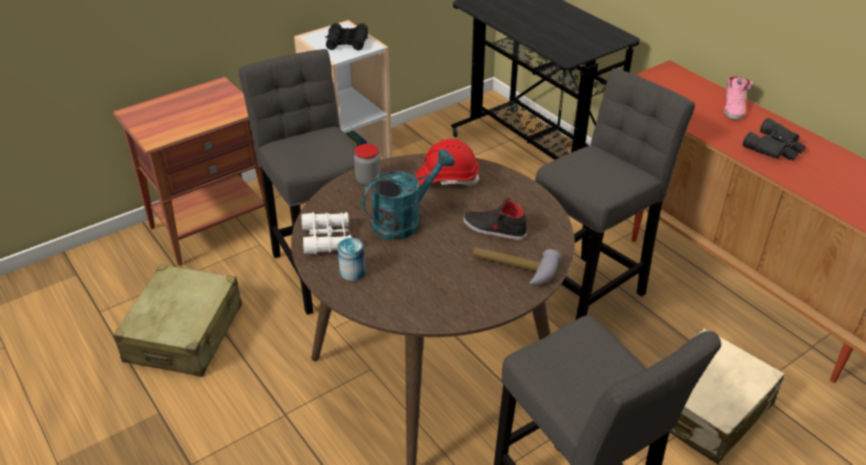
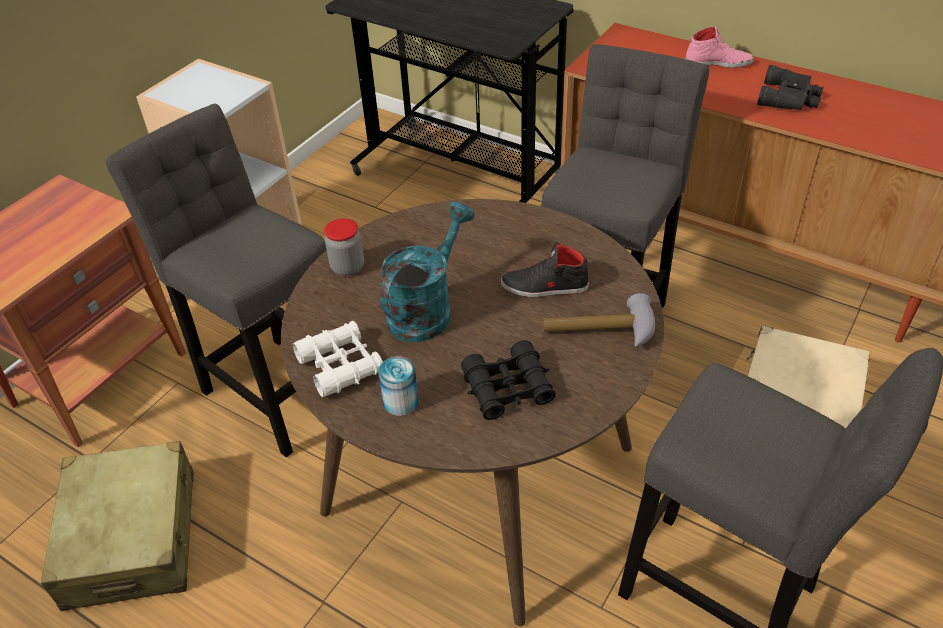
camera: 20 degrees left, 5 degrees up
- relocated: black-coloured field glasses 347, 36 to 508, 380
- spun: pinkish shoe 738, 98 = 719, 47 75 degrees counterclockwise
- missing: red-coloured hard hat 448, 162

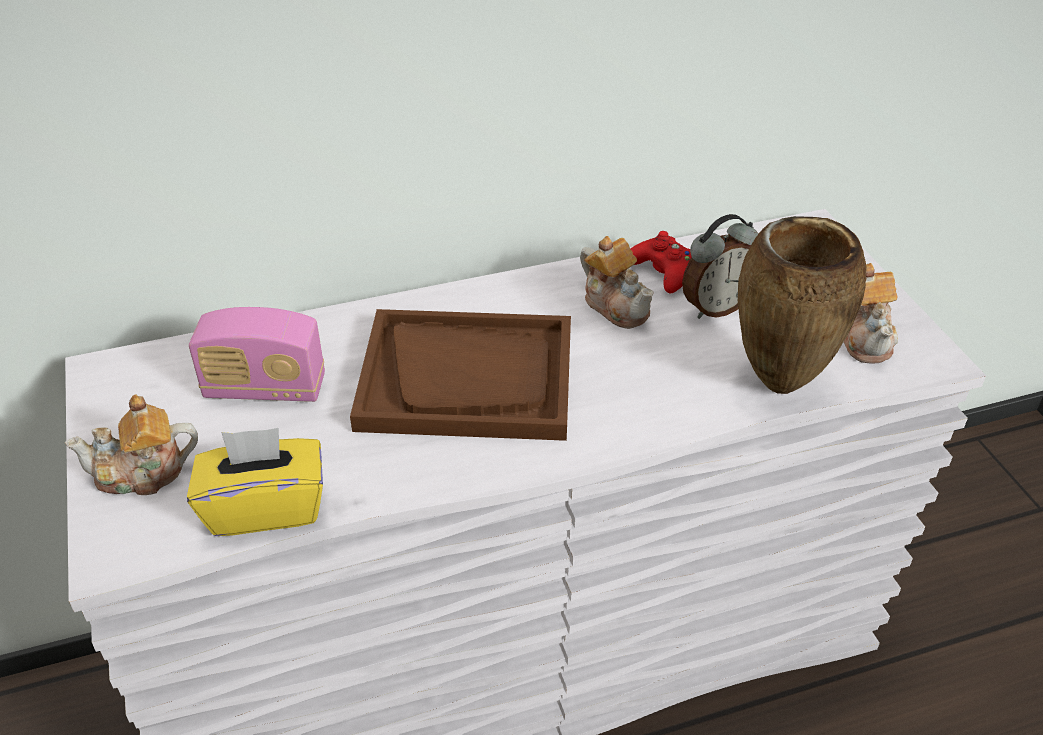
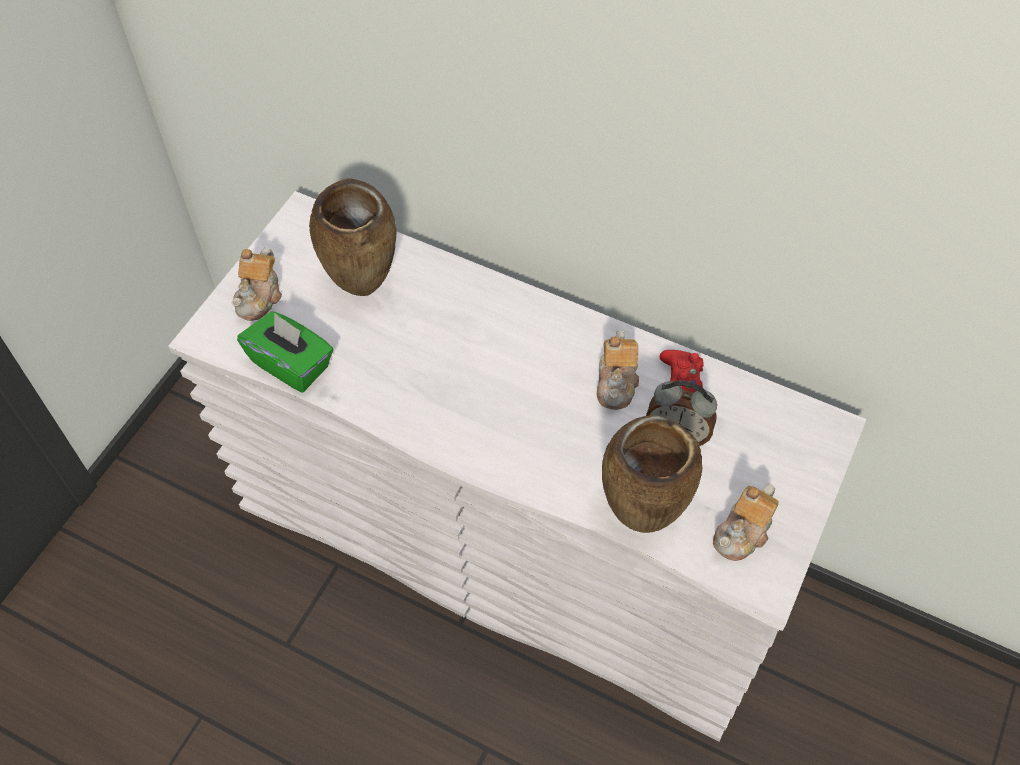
camera: 45 degrees right, 15 degrees up
- exchanged: radio receiver 257, 354 to brown decorative vase 353, 237
- missing: brown serving tray 460, 375
- spun: tea pot 131, 445 = 257, 284 105 degrees counterclockwise
- colour: yellow-coloured box of tissues 255, 482 to green-coloured box of tissues 285, 352

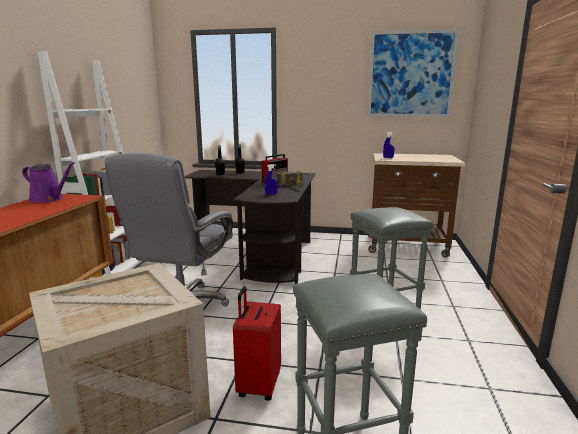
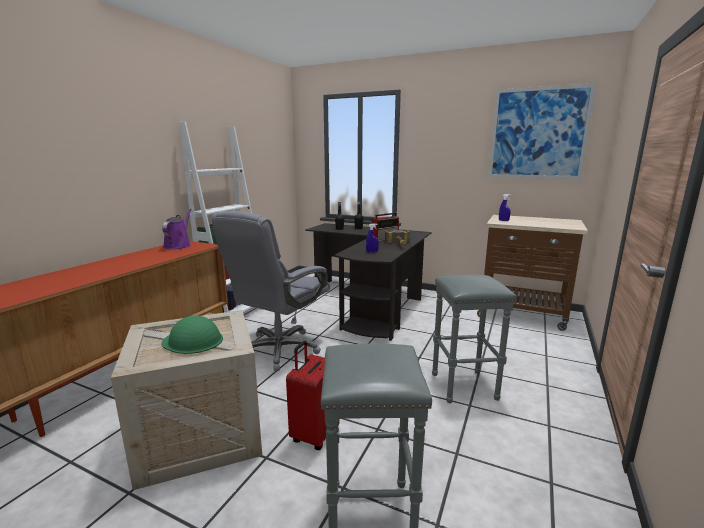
camera: 15 degrees right, 0 degrees up
- spun: purple watering pot 48, 182 = 177, 229 120 degrees counterclockwise
- appeared: green-coloured hard hat 192, 334

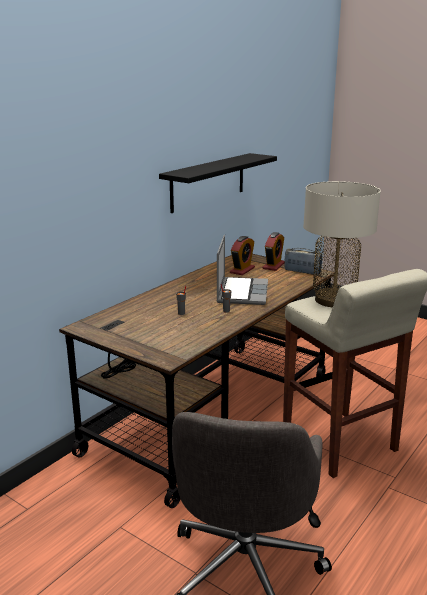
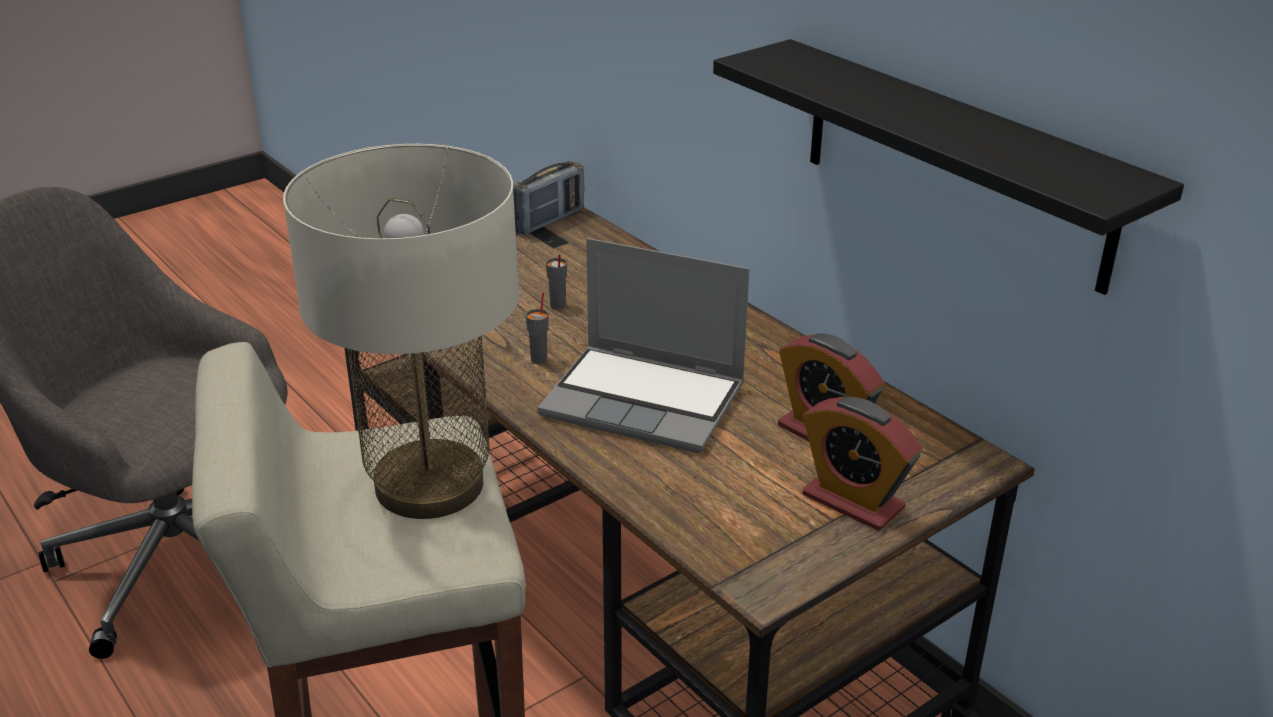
camera: 105 degrees right, 10 degrees up
- relocated: radio receiver 303, 261 to 548, 198

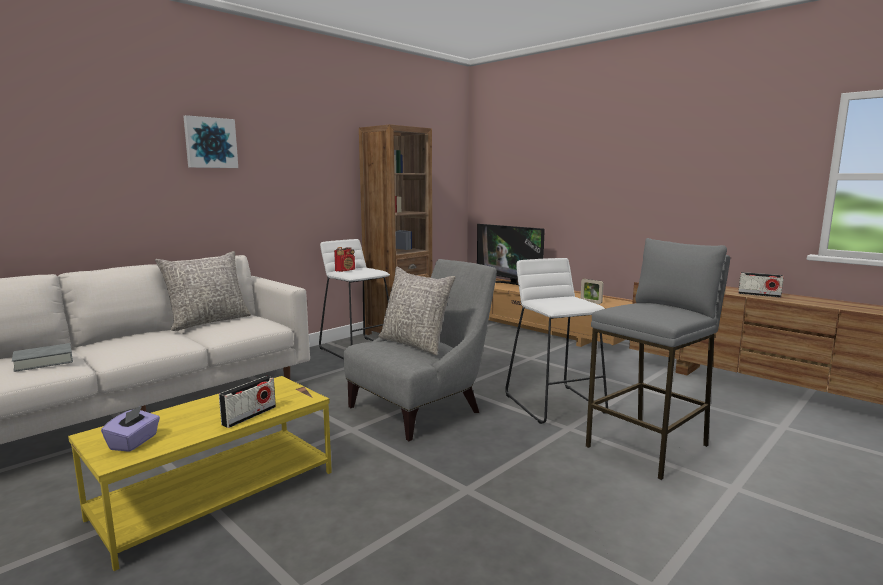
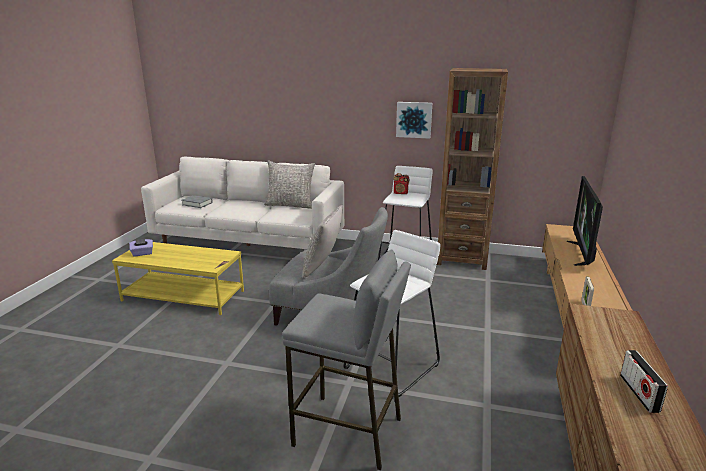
camera: 60 degrees right, 10 degrees up
- relocated: wall art 210, 141 to 414, 120
- missing: radio receiver 247, 402

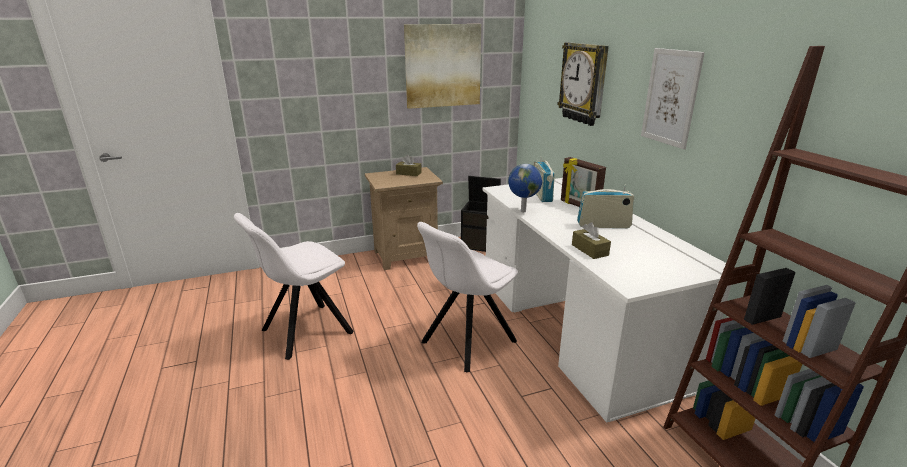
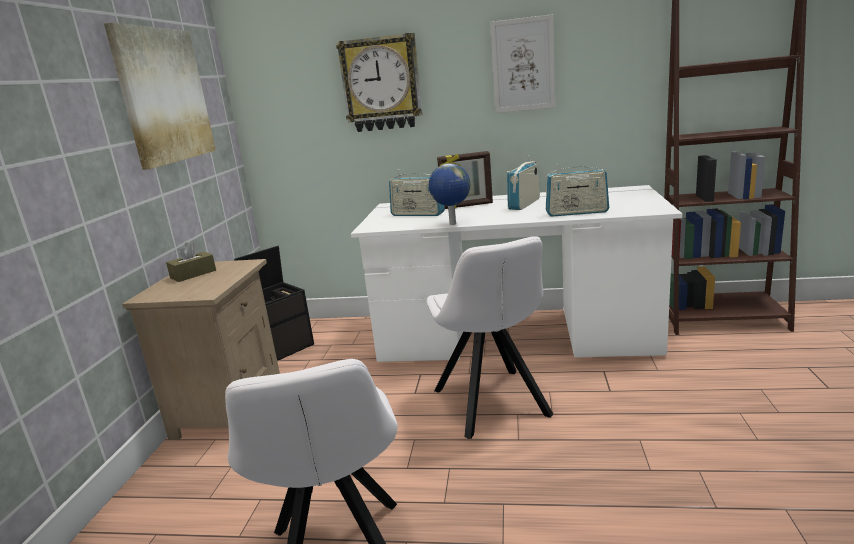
camera: 60 degrees left, 5 degrees down
- exchanged: brown box of tissues 591, 240 to radio receiver 577, 190

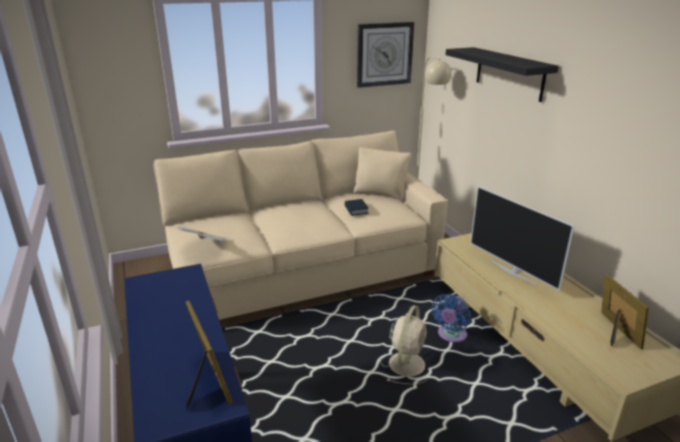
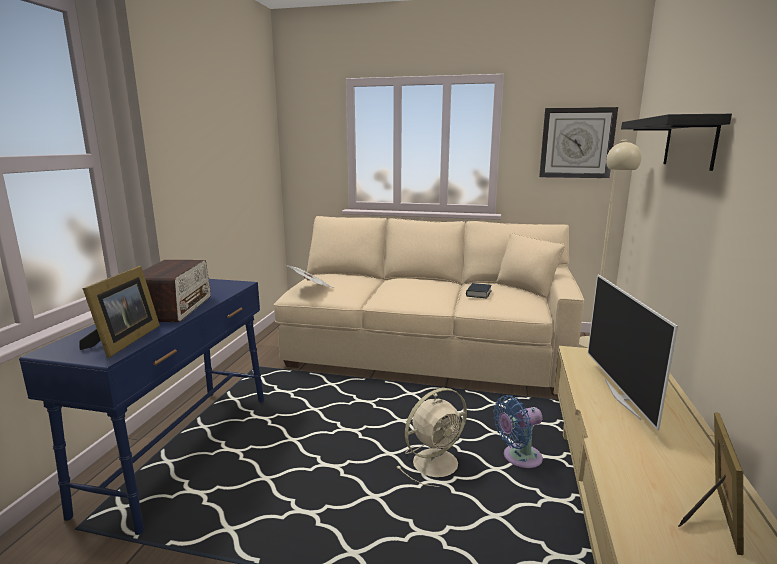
camera: 35 degrees right, 10 degrees down
- appeared: radio receiver 177, 291

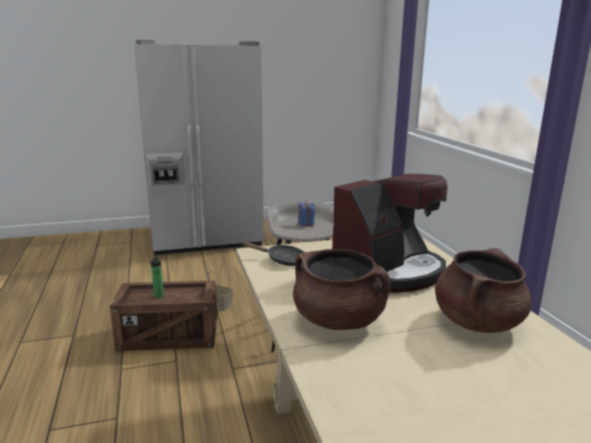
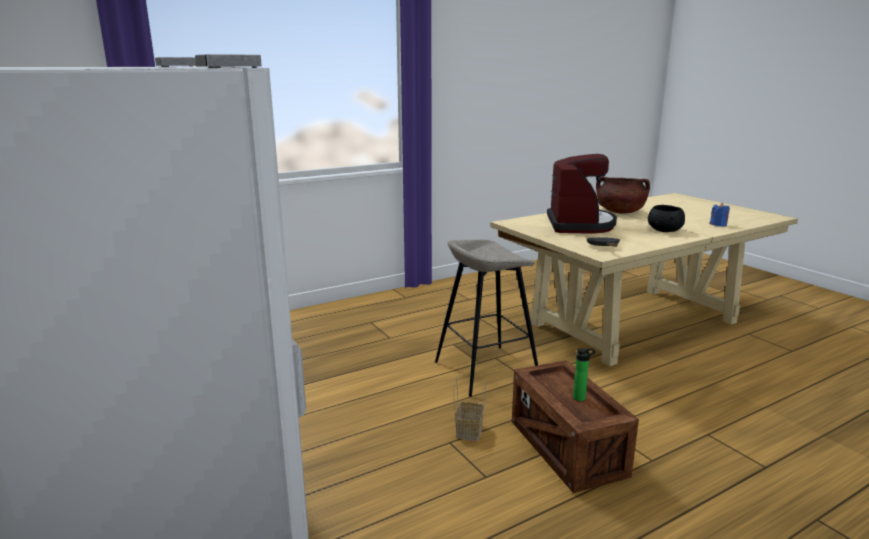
camera: 105 degrees left, 0 degrees up
- spun: coffee brewer 390, 233 = 582, 194 60 degrees clockwise
- relocated: blue candle 306, 214 to 720, 215
- exchanged: brown stockpot 342, 289 to black-coloured serving bowl 666, 218

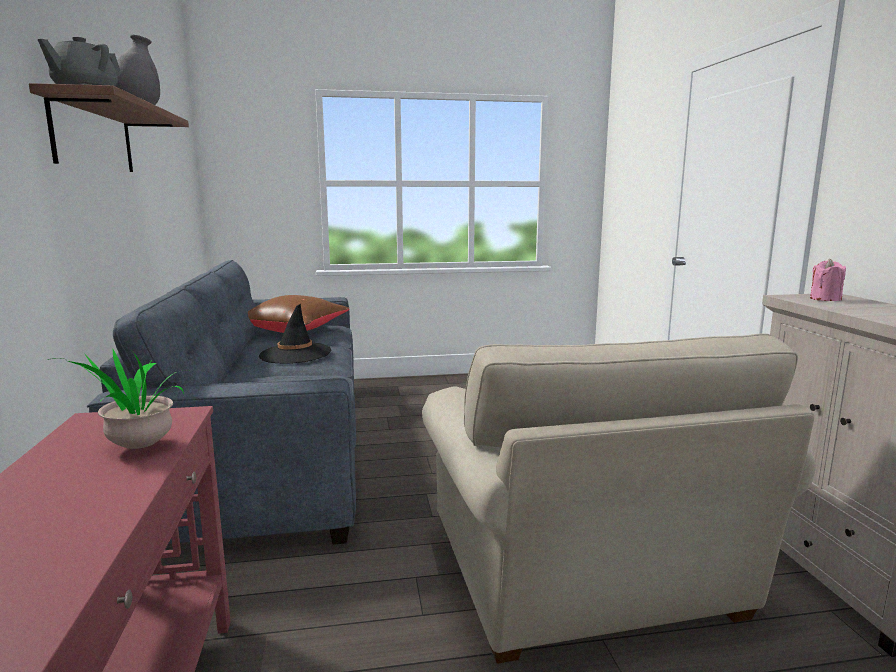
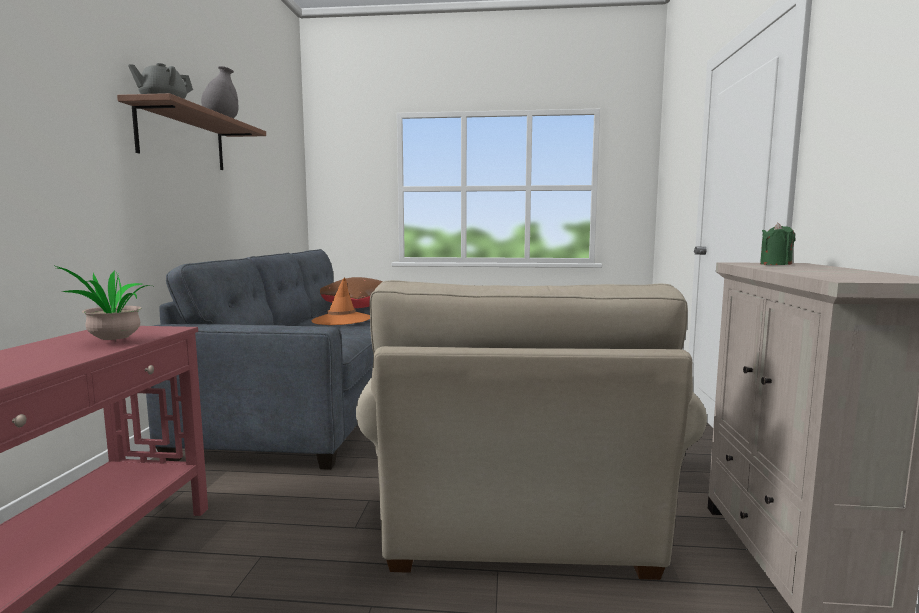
camera: 15 degrees right, 5 degrees down
- colour: pinkish candle 828, 280 to green-coloured candle 777, 244
- colour: black-coloured wearable hat 295, 334 to orangey wearable hat 341, 301

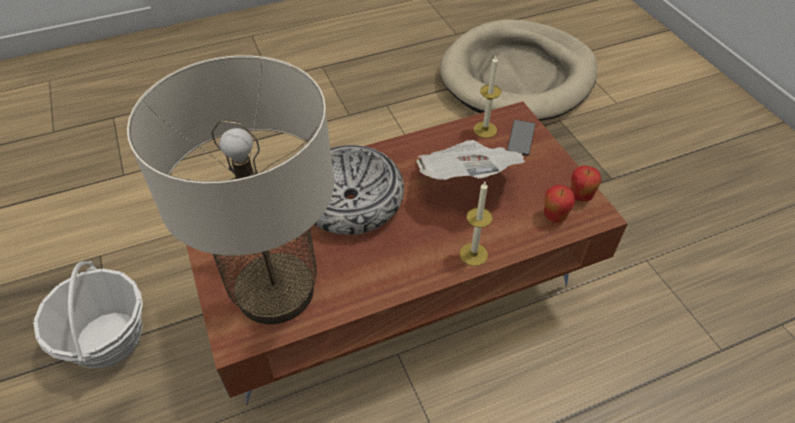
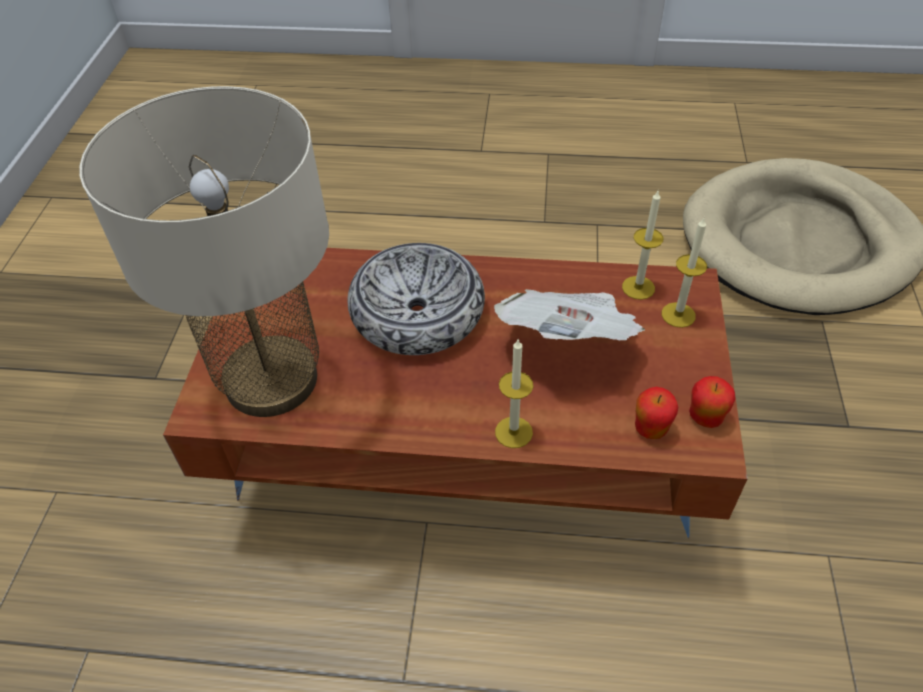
camera: 30 degrees right, 0 degrees up
- exchanged: telephone 521, 138 to candle 684, 273
- missing: basket 88, 314

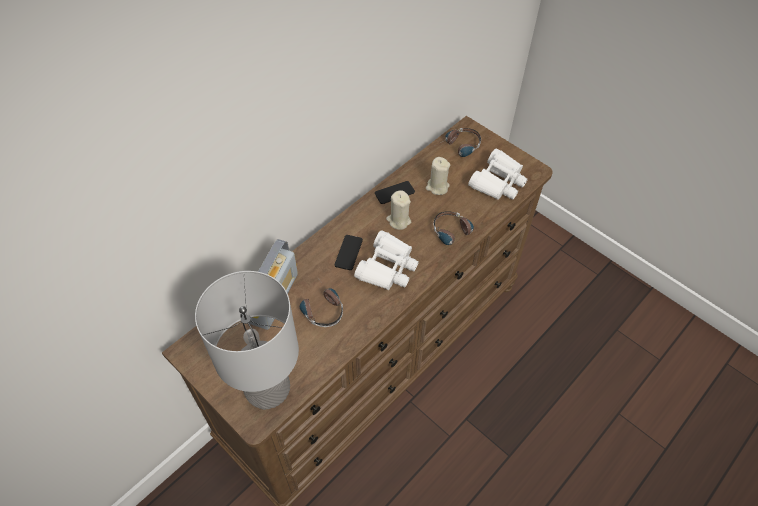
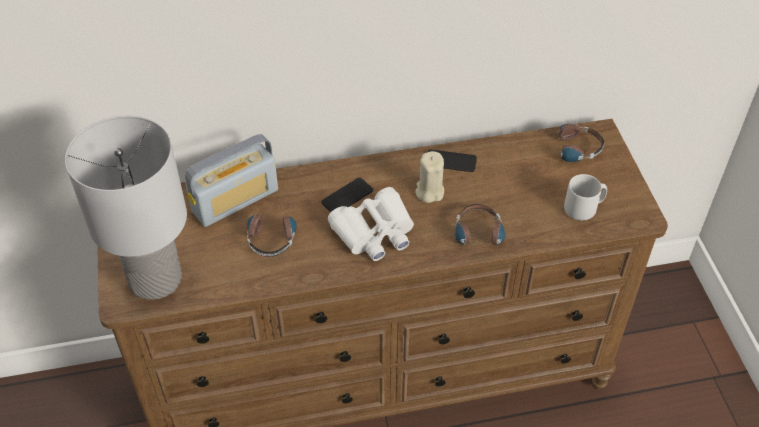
camera: 35 degrees right, 5 degrees down
- exchanged: white-coloured field glasses 498, 174 to grey coffee mug 585, 197
- missing: beige candle 438, 176

